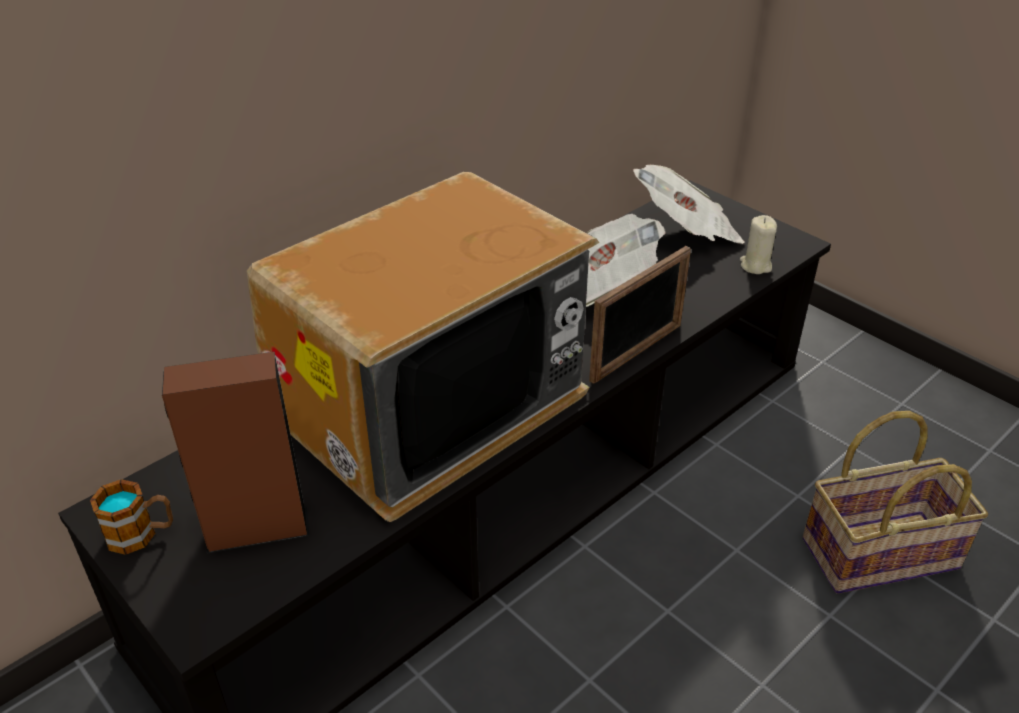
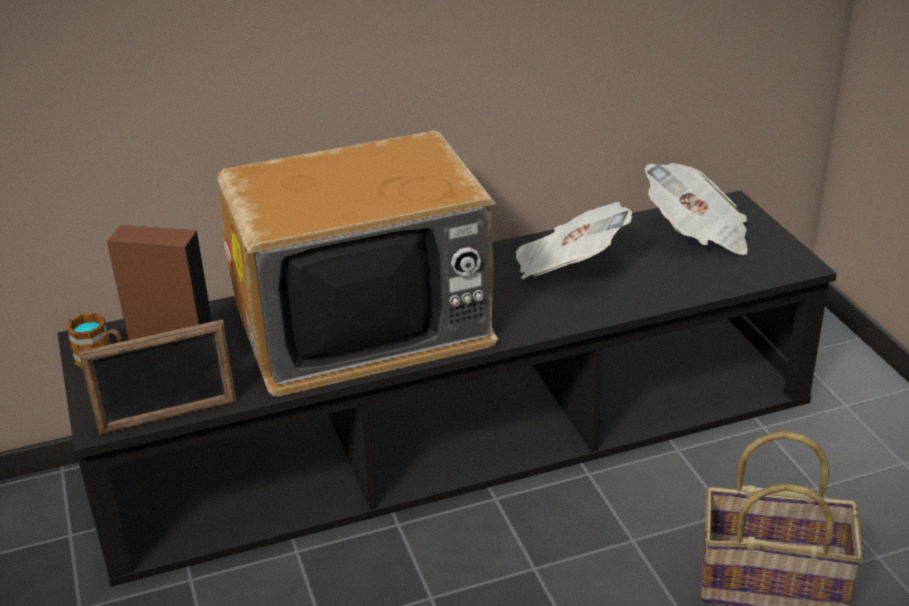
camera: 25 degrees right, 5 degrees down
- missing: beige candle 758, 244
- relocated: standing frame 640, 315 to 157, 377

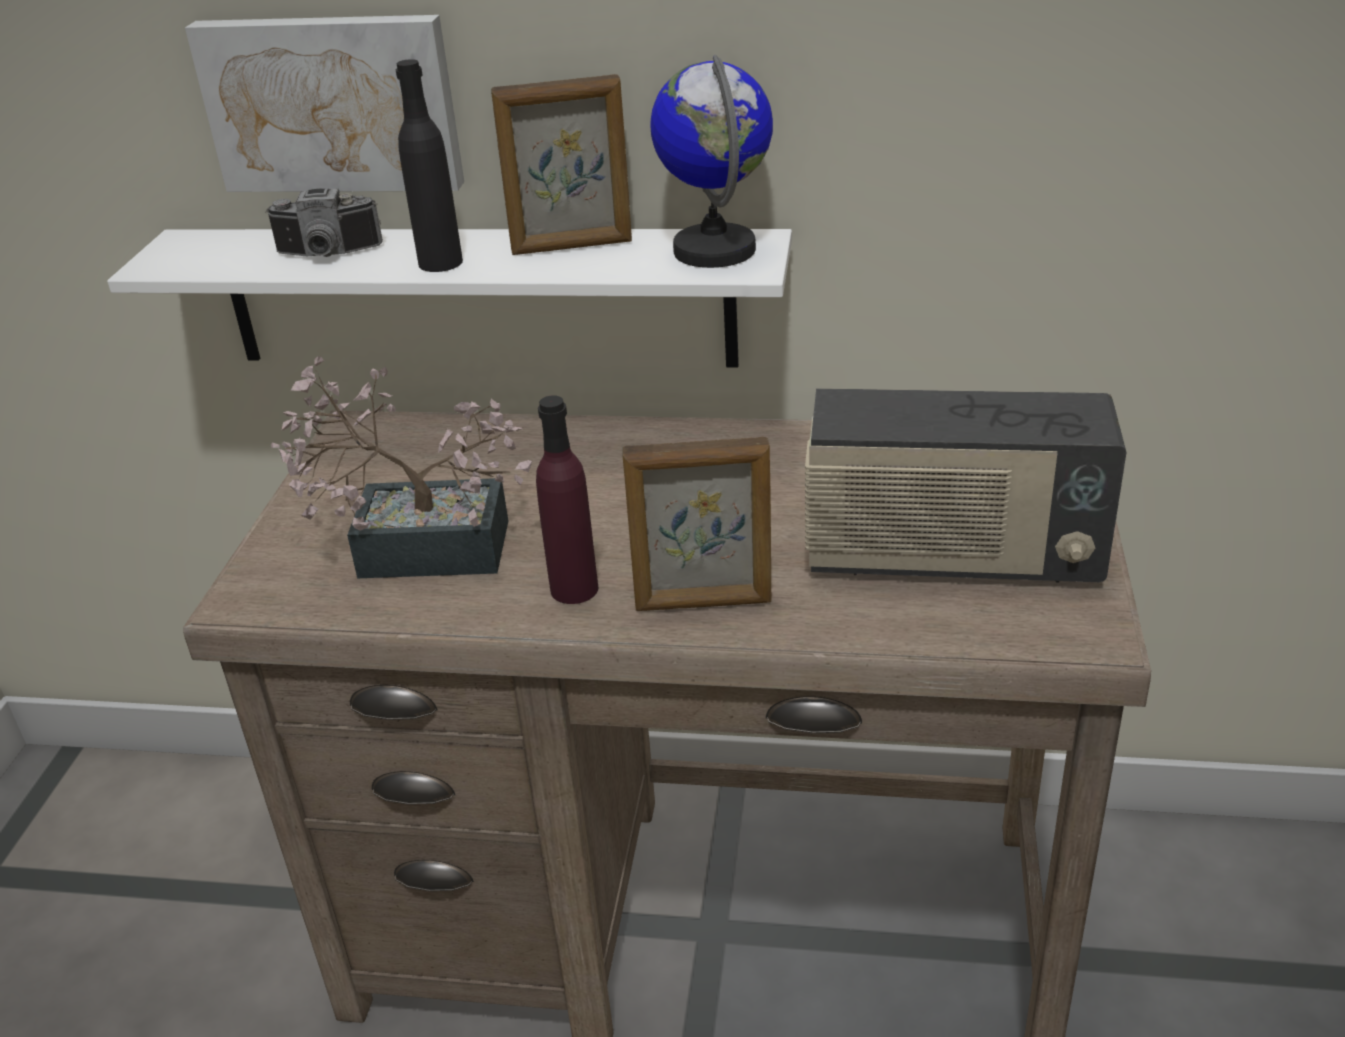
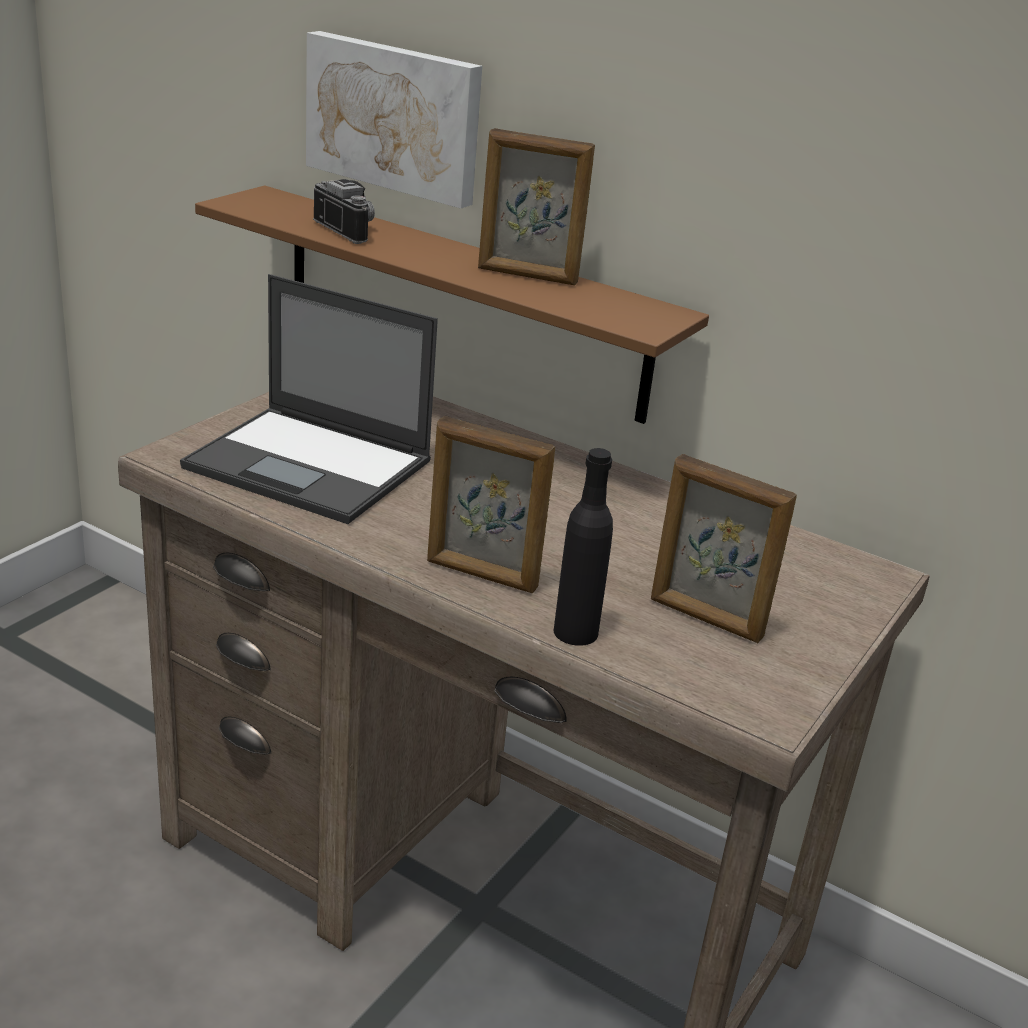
camera: 20 degrees right, 5 degrees down
- missing: world globe 711, 161
- relocated: black-coloured beverage bottle 429, 165 to 583, 547
- spun: photo camera 324, 222 = 344, 211 150 degrees counterclockwise
- colour: white-coloured bracket shelf 449, 298 to brown bracket shelf 452, 305
- exchanged: houseplant 401, 467 to portable computer 309, 399
- exchanged: radio receiver 966, 485 to standing frame 724, 548
- missing: purple beverage bottle 567, 499

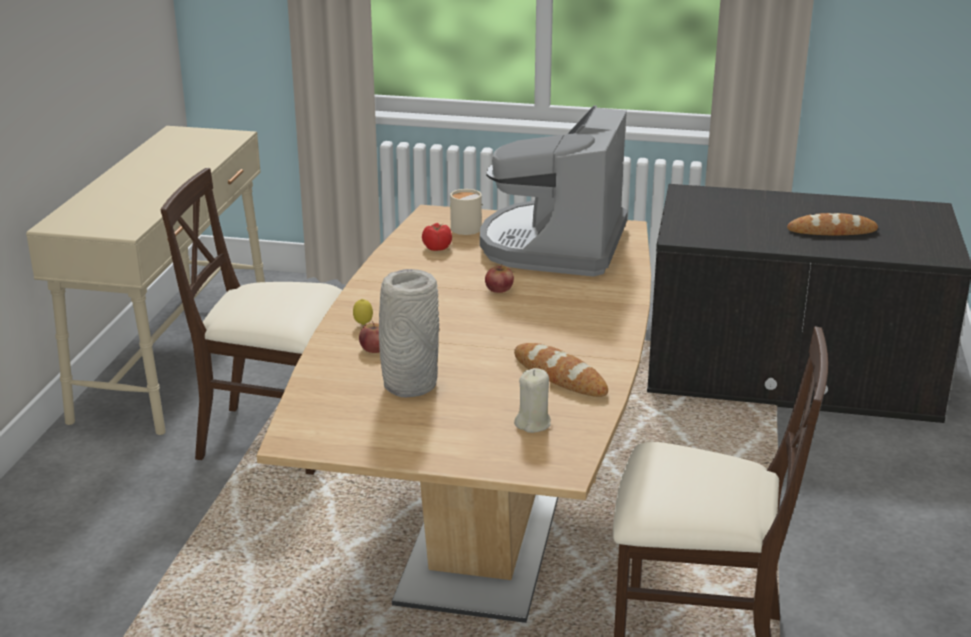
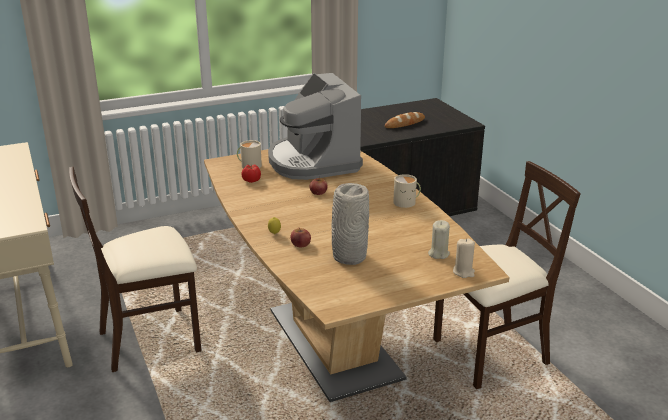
camera: 35 degrees left, 0 degrees up
- missing: baked bread 561, 370
- appeared: beige coffee mug 407, 191
- appeared: beige candle 464, 258

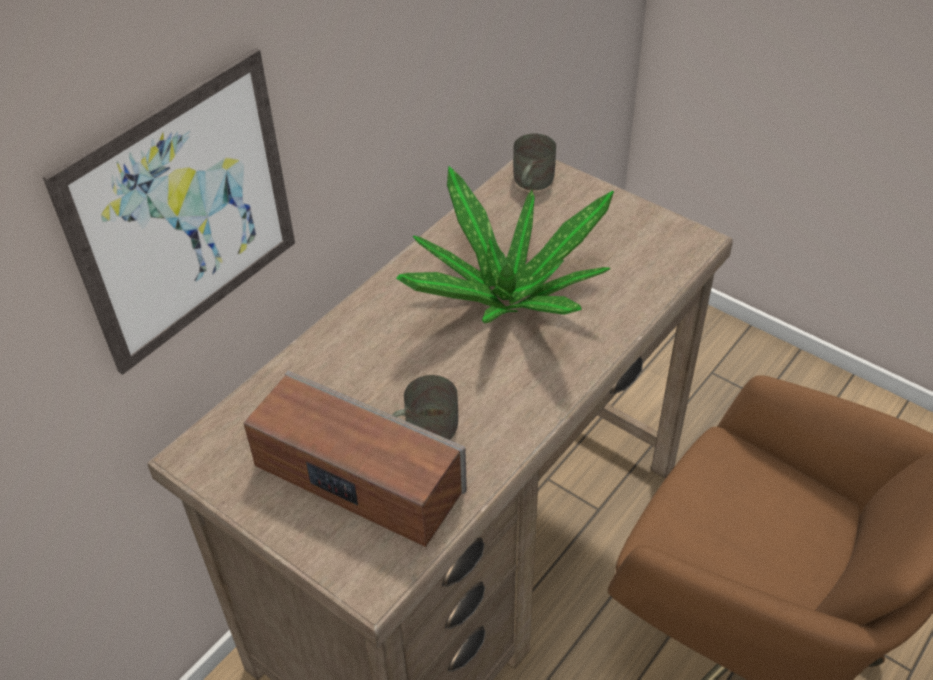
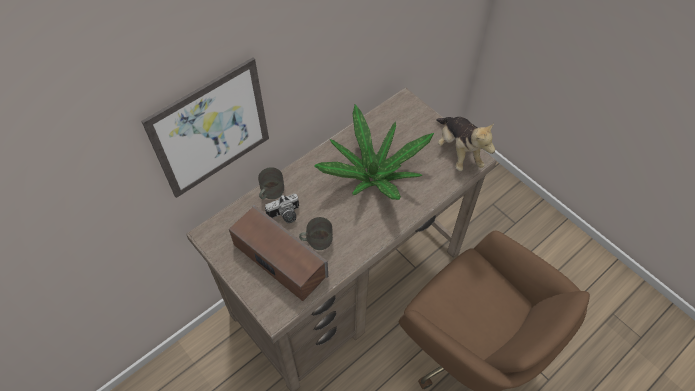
camera: 10 degrees right, 10 degrees up
- relocated: grey coffee mug 534, 162 to 271, 183
- appeared: soft toy 465, 144
- appeared: photo camera 282, 208

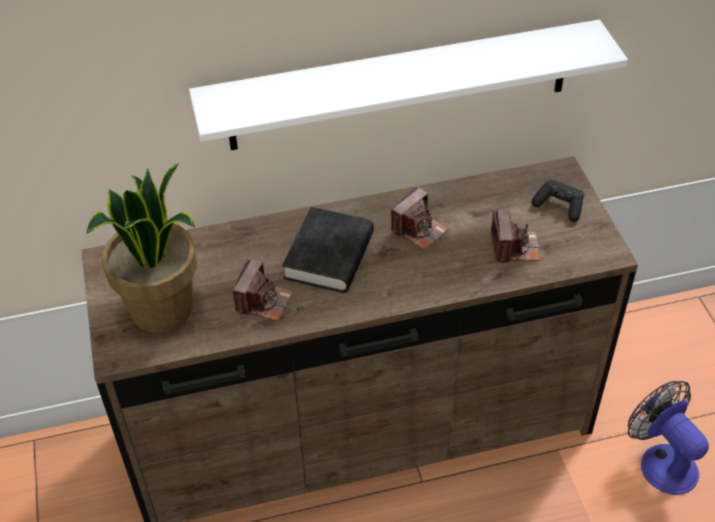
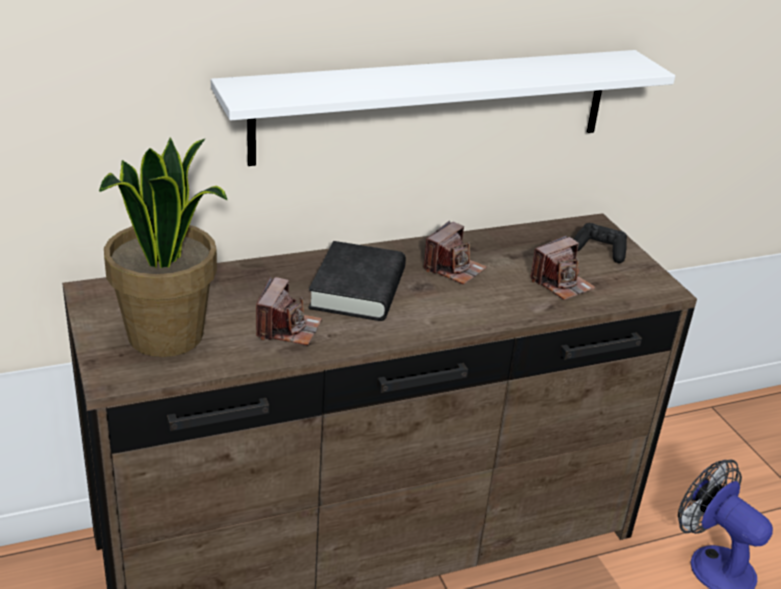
camera: 10 degrees left, 15 degrees down
- spun: photo camera 515, 237 = 563, 267 60 degrees clockwise

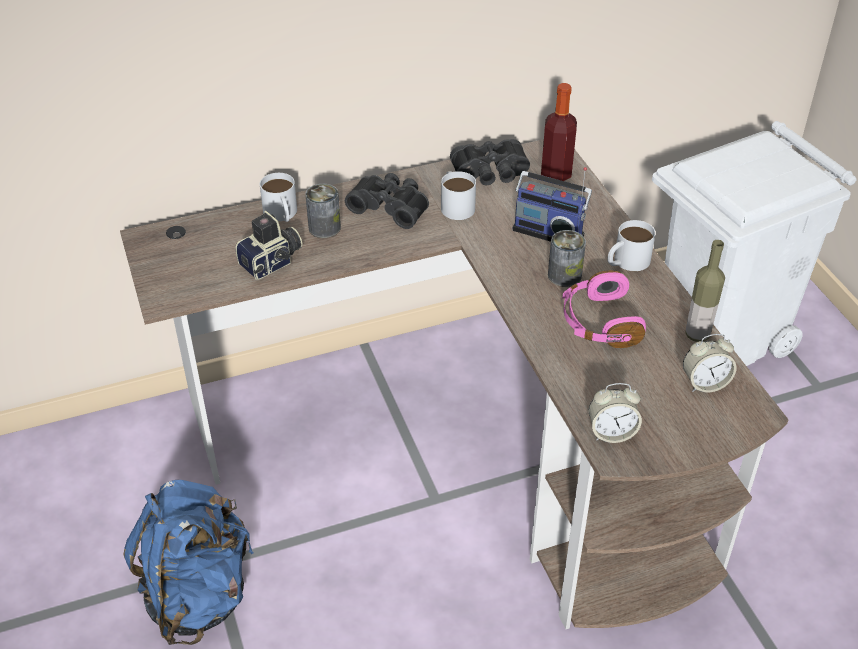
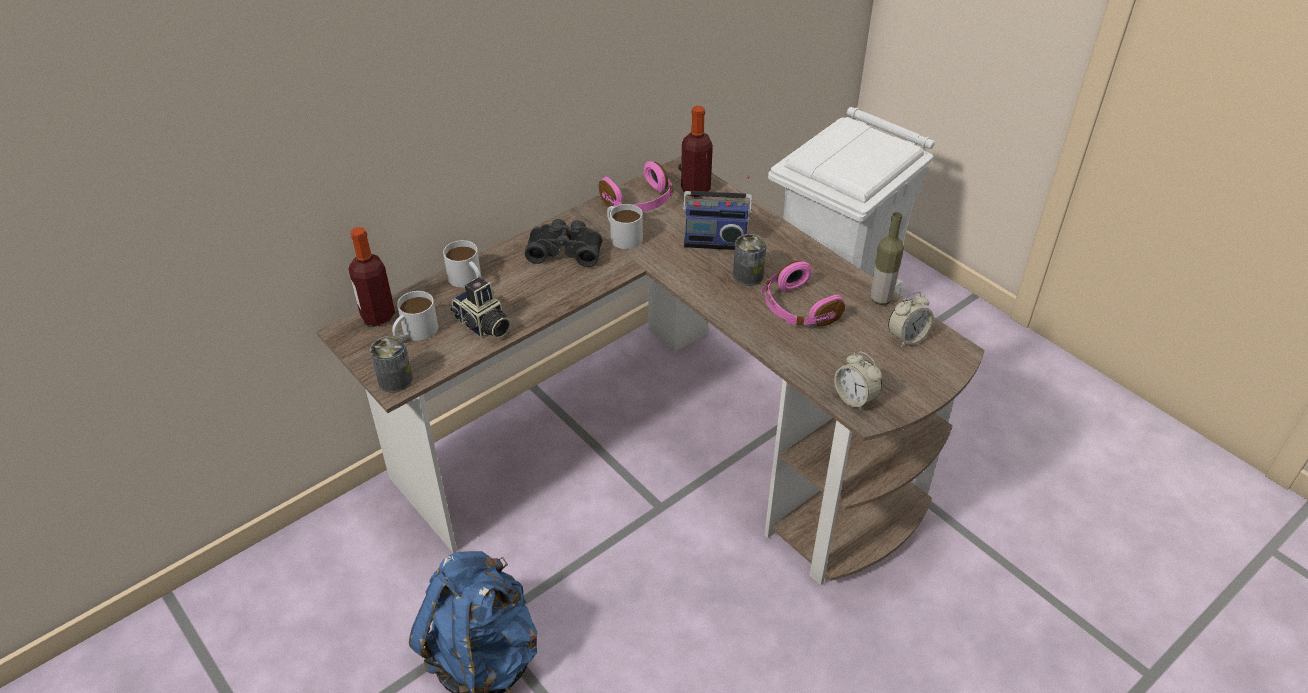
camera: 20 degrees left, 0 degrees up
- exchanged: black-coloured field glasses 490, 162 to pinkish headset 636, 186
- relocated: sealed can 323, 211 to 391, 364
- spun: photo camera 269, 245 = 480, 308 105 degrees clockwise
- relocated: white-coloured coffee mug 631, 245 to 415, 316
- spun: bedside clock 615, 413 = 858, 381 75 degrees clockwise
- appeared: beverage bottle 372, 276

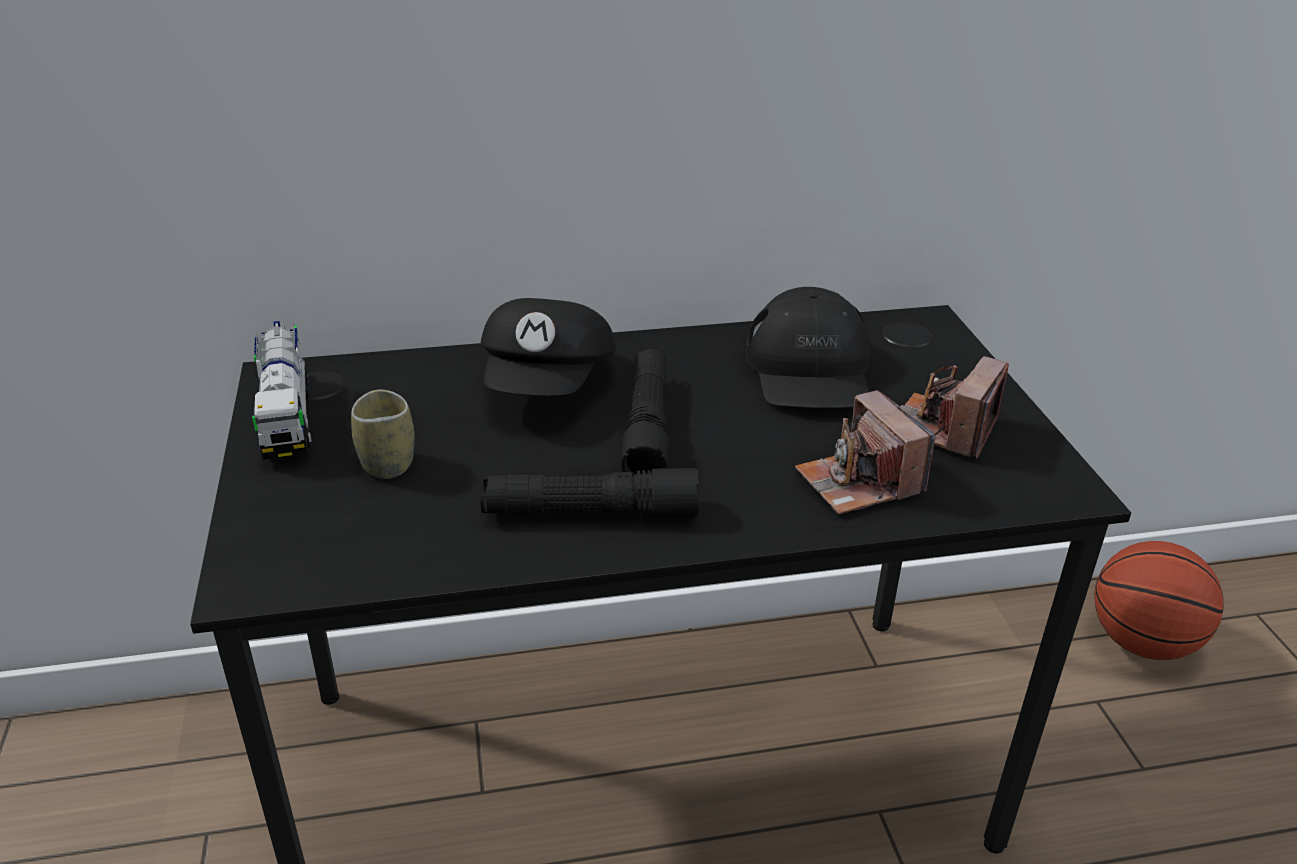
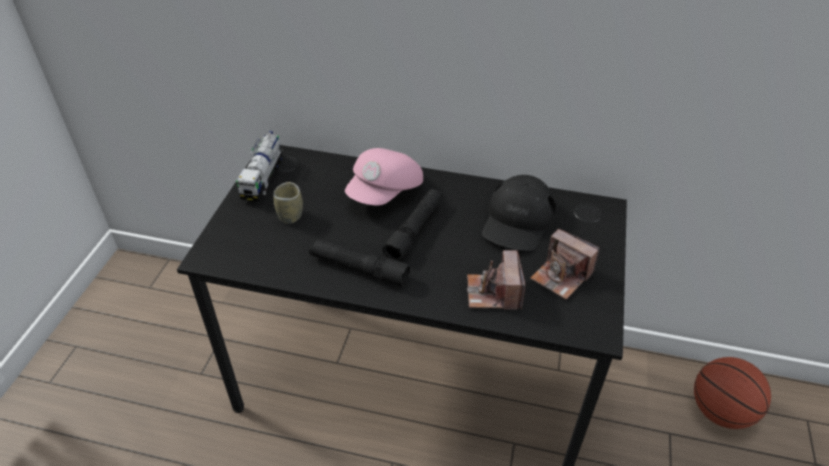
camera: 25 degrees right, 10 degrees up
- colour: black-coloured baseball cap 548, 346 to pinkish baseball cap 384, 177
- spun: photo camera 954, 407 = 565, 264 105 degrees counterclockwise

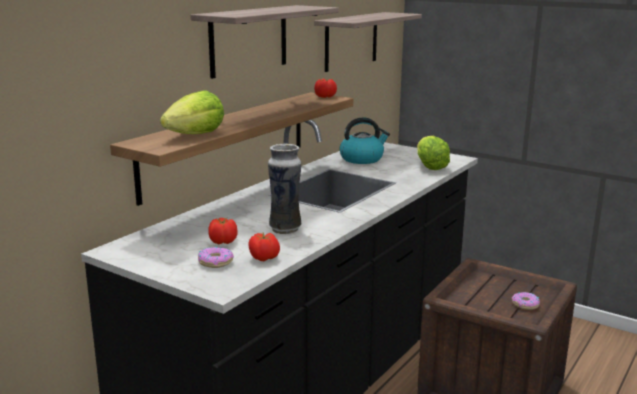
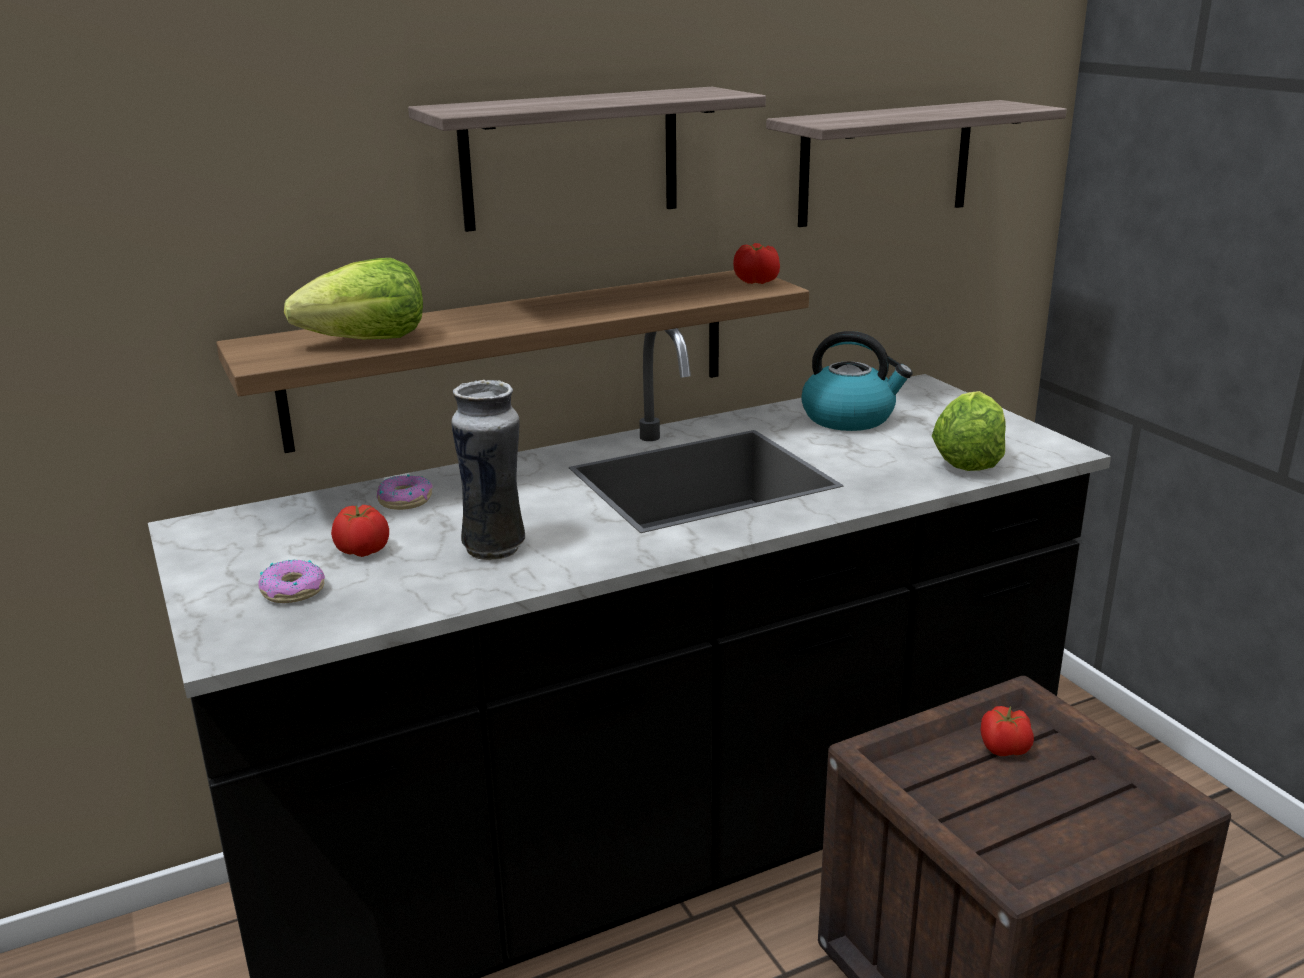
camera: 30 degrees right, 5 degrees up
- relocated: fresh tomato 264, 246 to 1007, 731
- relocated: doughnut 526, 301 to 405, 492

